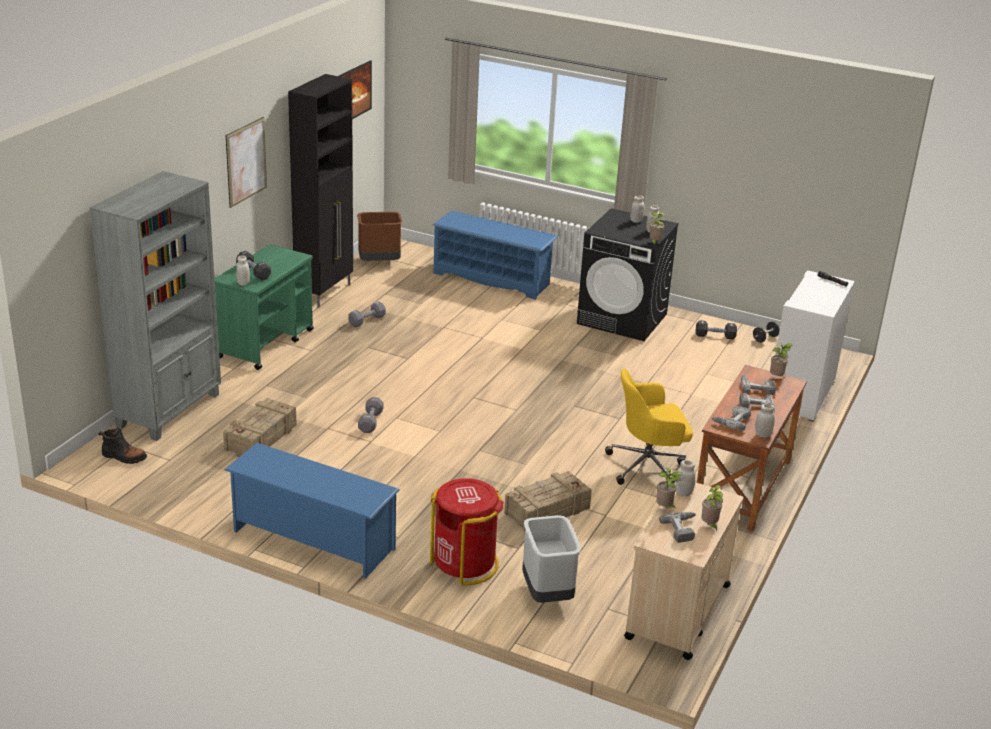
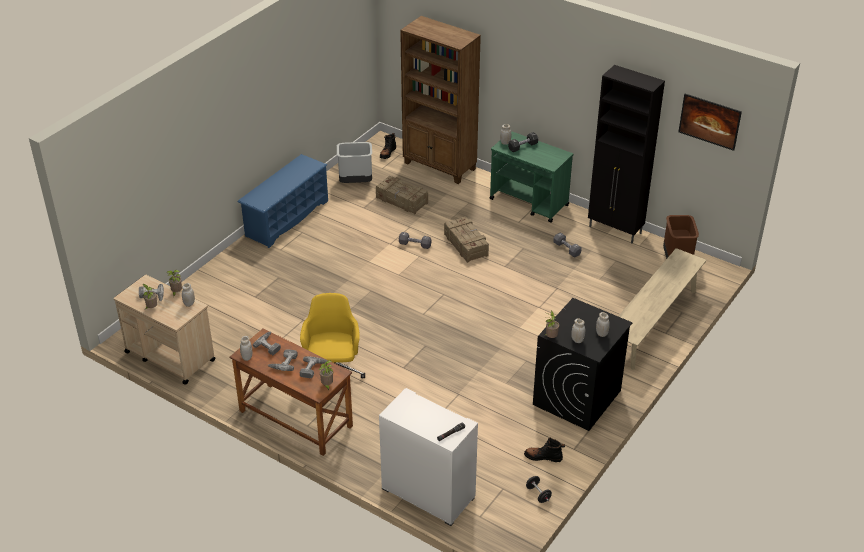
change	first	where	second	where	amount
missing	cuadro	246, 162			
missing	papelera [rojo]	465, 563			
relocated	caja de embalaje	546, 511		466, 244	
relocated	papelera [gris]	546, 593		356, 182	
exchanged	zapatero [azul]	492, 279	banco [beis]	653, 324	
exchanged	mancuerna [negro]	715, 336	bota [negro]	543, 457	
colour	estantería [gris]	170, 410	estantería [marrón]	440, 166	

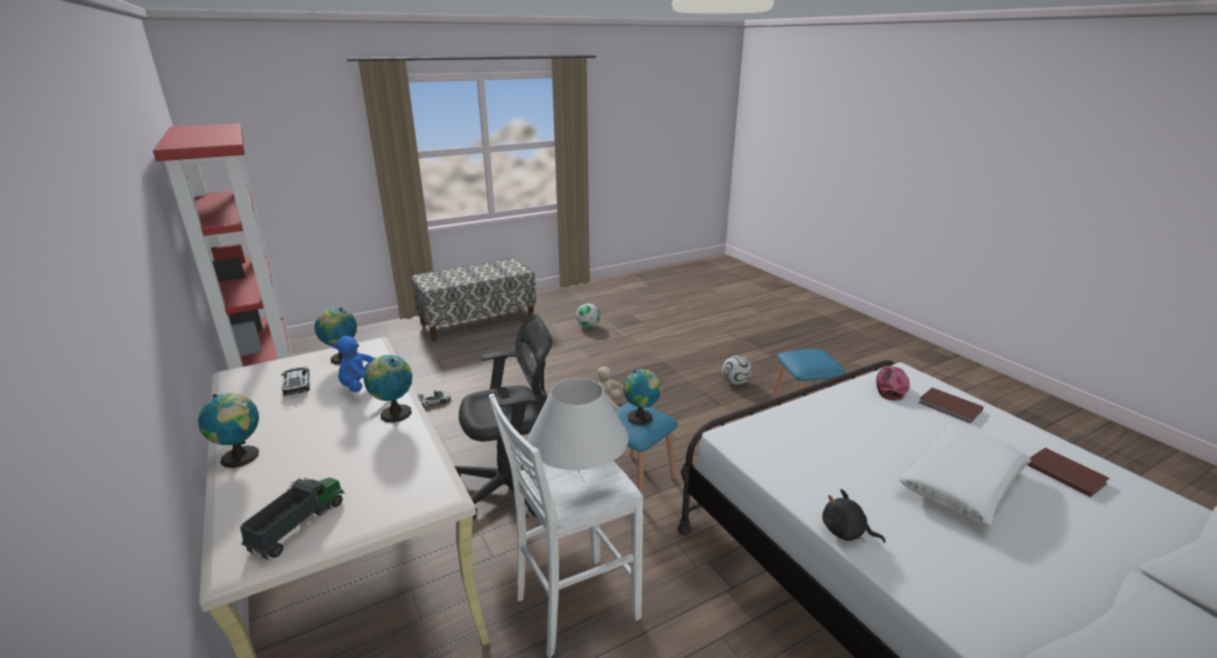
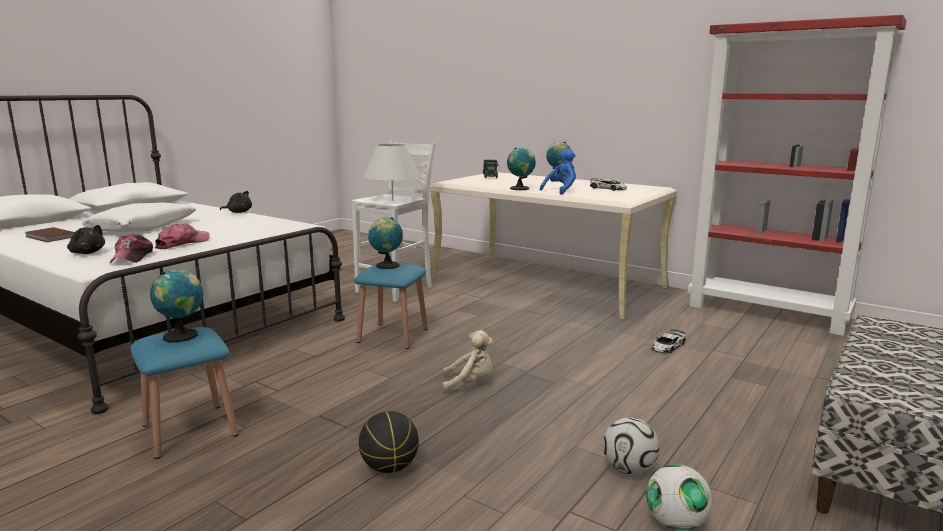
change	first	where	second	where	amount
missing	silla de oficina [negro]	511, 486			
appeared			gorra	182, 243	
appeared			balón de baloncesto	389, 467	
relocated	globo terráqueo	342, 358		183, 335	
relocated	balón de fútbol	735, 382		628, 469	
exchanged	libro [marrón]	950, 407	peluche [negro]	87, 253	

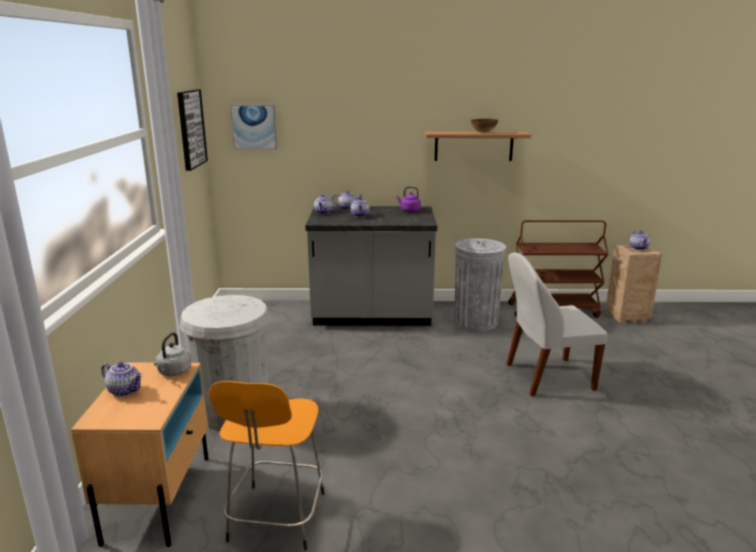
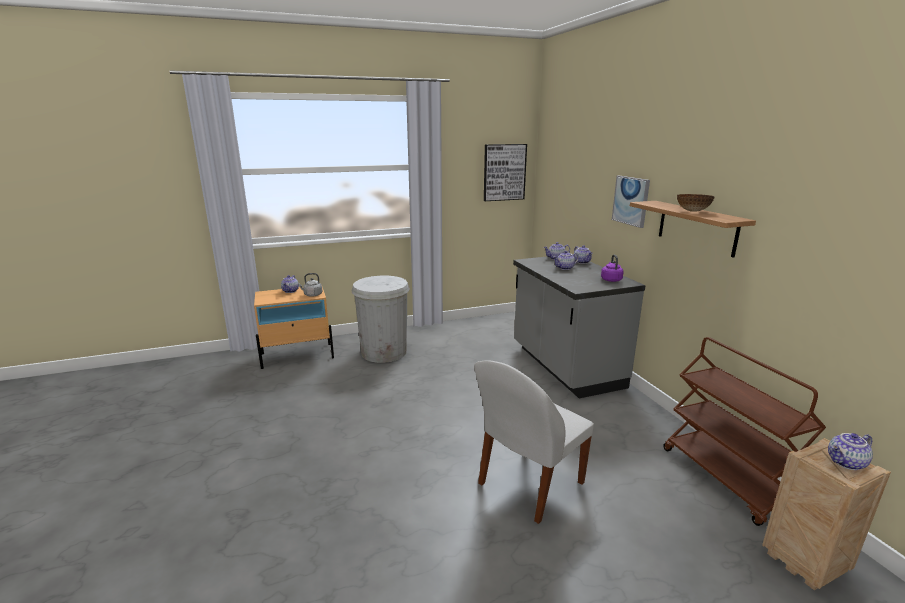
change	first	where	second	where	amount
missing	taburete [naranja]	276, 519			
missing	papelera [gris]	475, 322			
relocated	cuadro	254, 127		631, 201	
spun	silla [blanco]	546, 377		528, 485	105 degrees counterclockwise

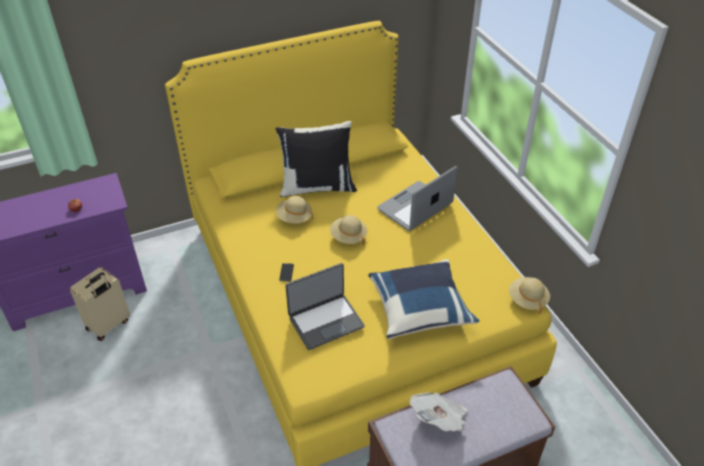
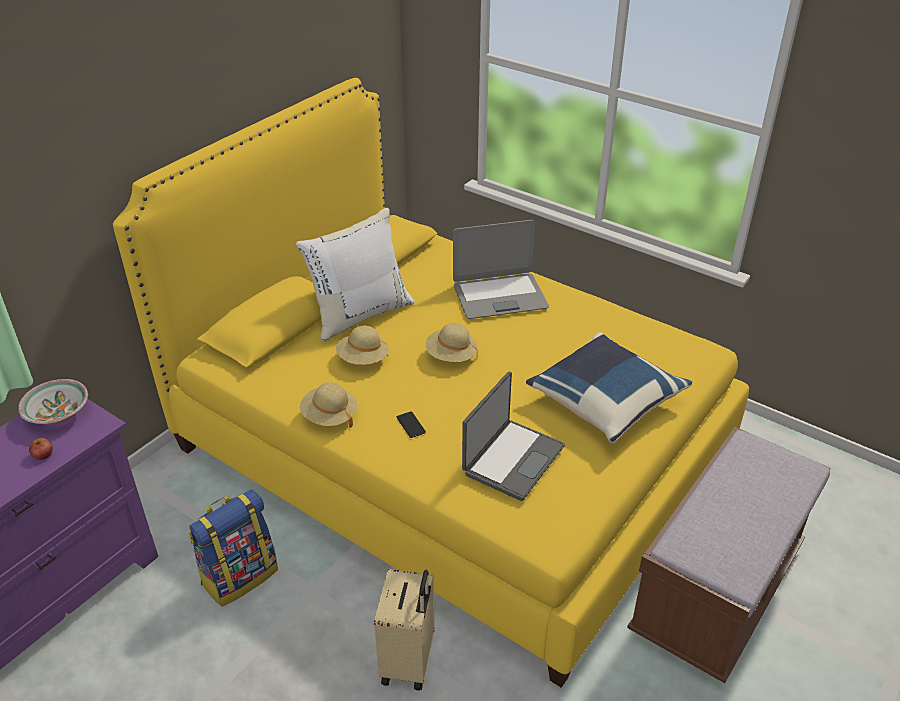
change	first	where	second	where	amount
missing	periódico	439, 419			
appeared			cuenco	58, 413	
appeared			mochila	240, 576	
relocated	maleta [beis]	109, 325		409, 661	
relocated	sombrero [beis]	527, 300		329, 416	
colour	cojín [negro]	317, 186	cojín [blanco]	360, 314	
spun	portátil	415, 207		499, 296	120 degrees counterclockwise

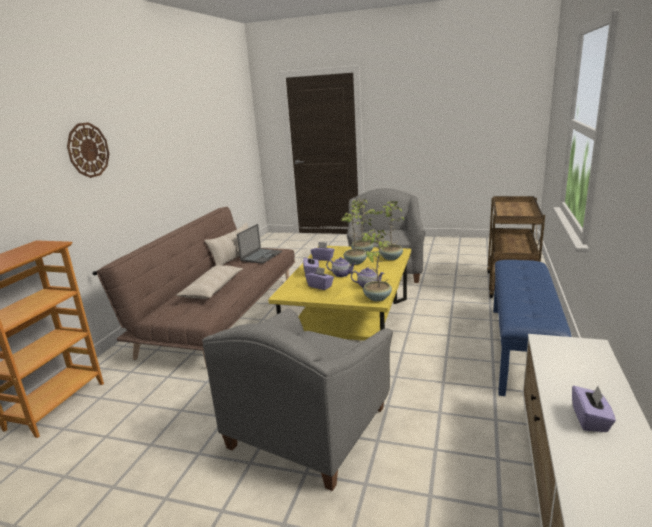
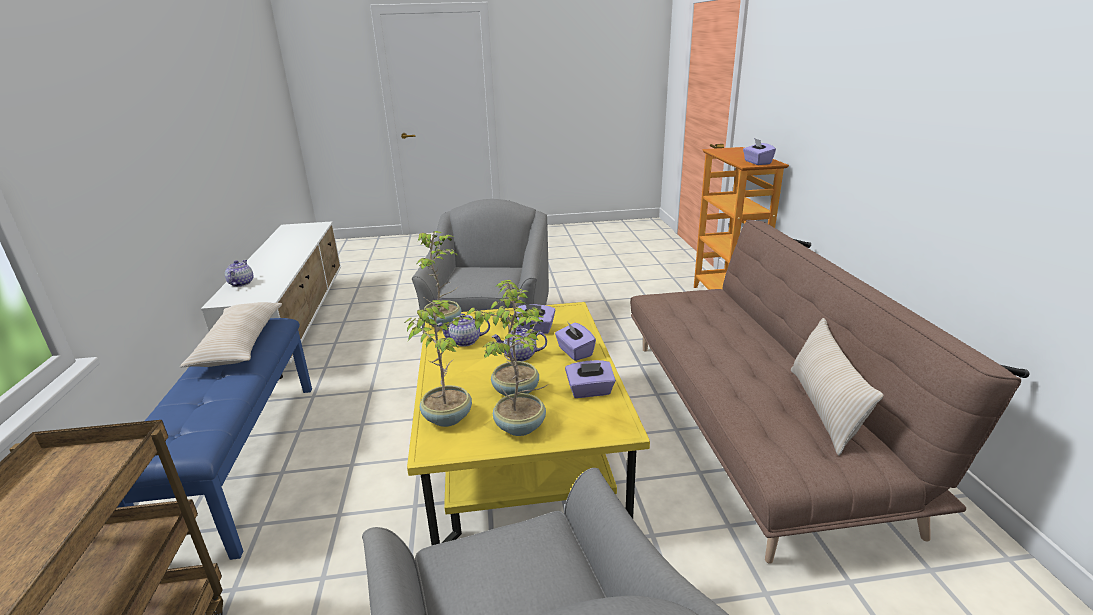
change	first	where	second	where	amount
missing	reloj de pared	88, 150			
missing	portátil	261, 256			
appeared			tetera	241, 283	
relocated	cojín [beis]	212, 289		240, 345	
relocated	caja de pañuelos [morado]	590, 420		757, 162	

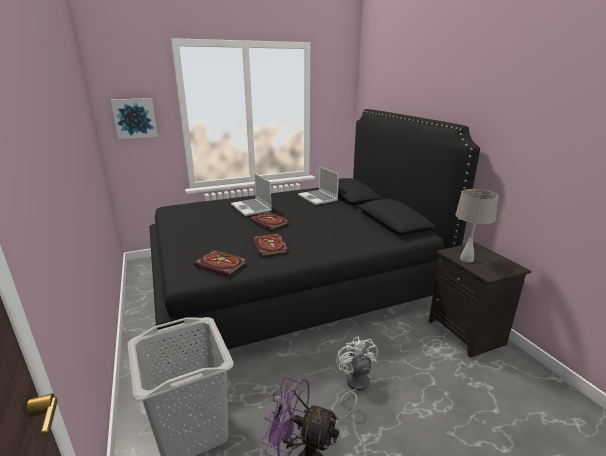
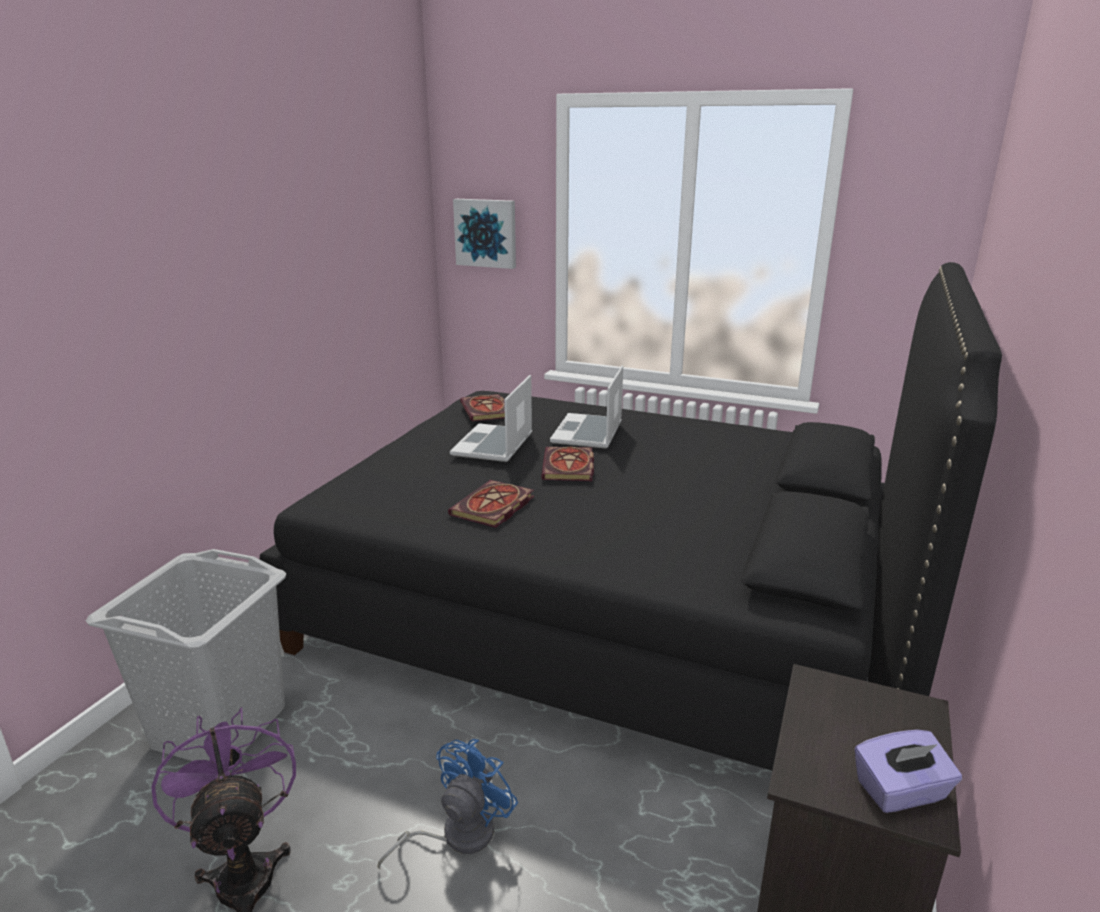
change	first	where	second	where	amount
missing	lámpara de mesa [beis]	467, 259			
appeared			caja de pañuelos [morado]	901, 792	
relocated	libro	222, 264		487, 411	
relocated	portátil	318, 198		493, 445	
colour	ventilador [blanco]	354, 386	ventilador [azul]	457, 835	

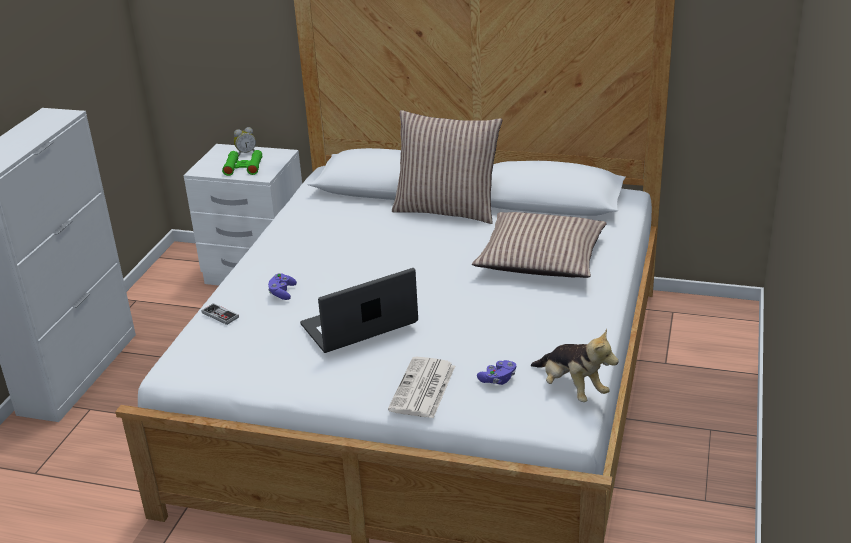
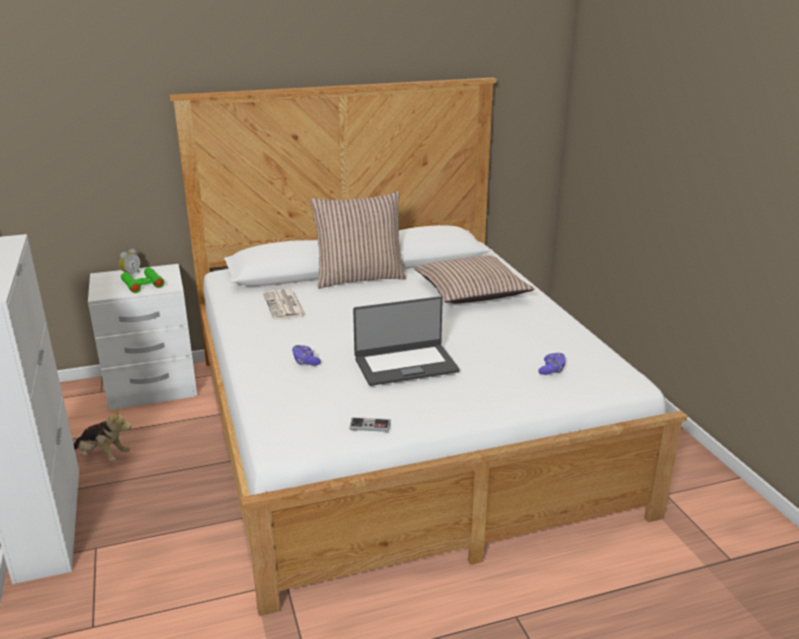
change	first	where	second	where	amount
relocated	mando de consola	220, 315		370, 426	
relocated	periódico	423, 389		285, 305	
relocated	peluche	571, 389		102, 456	
spun	portátil	360, 325		405, 364	135 degrees counterclockwise

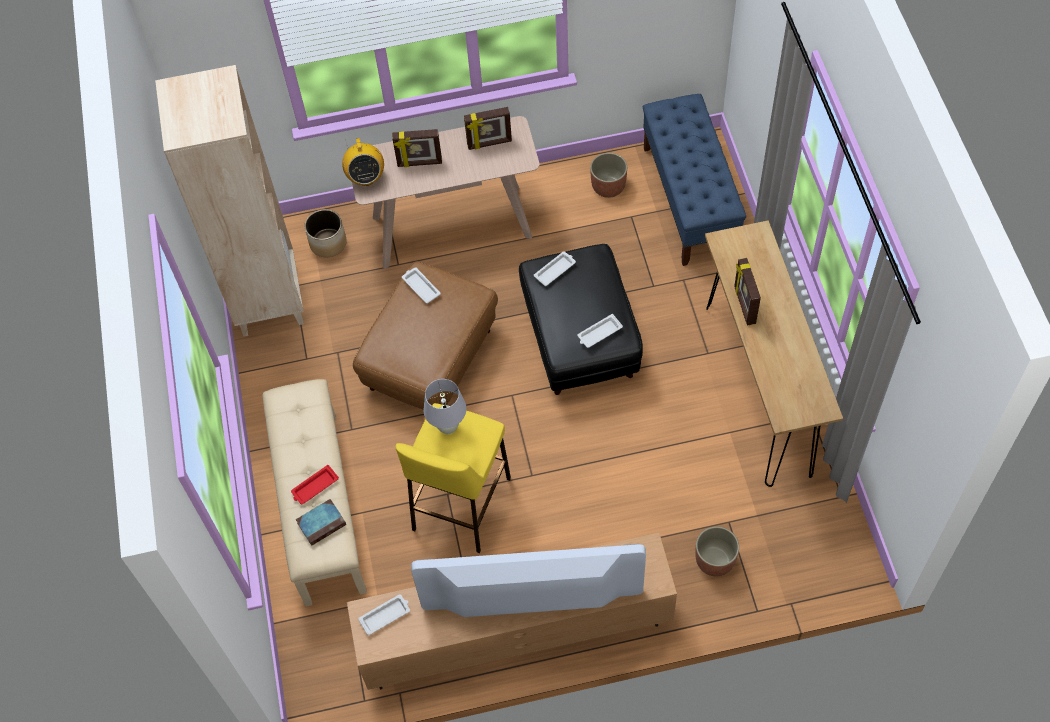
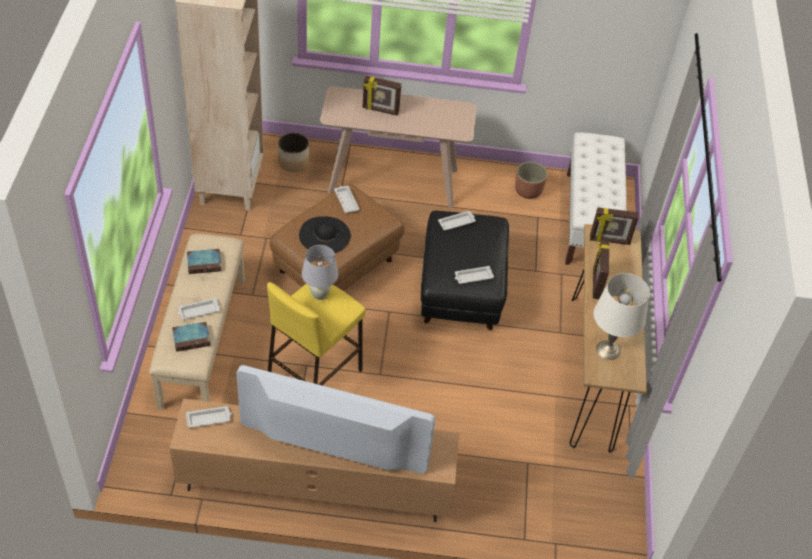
change	first	where	second	where	amount
missing	radio	366, 177			
missing	maceta	715, 560			
appeared			libro	205, 263	
appeared			sombrero [negro]	324, 235	
appeared			lámpara de mesa [blanco]	607, 350	
relocated	portarretratos	489, 143		609, 241	
colour	bandeja [rojo]	314, 487	bandeja [blanco]	198, 311	
colour	banco [azul]	689, 200	banco [blanco]	589, 220	

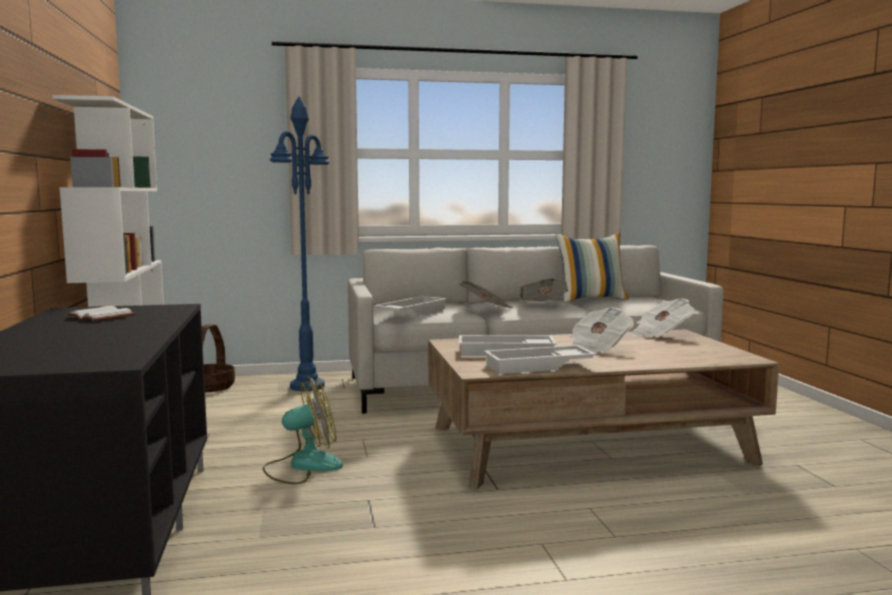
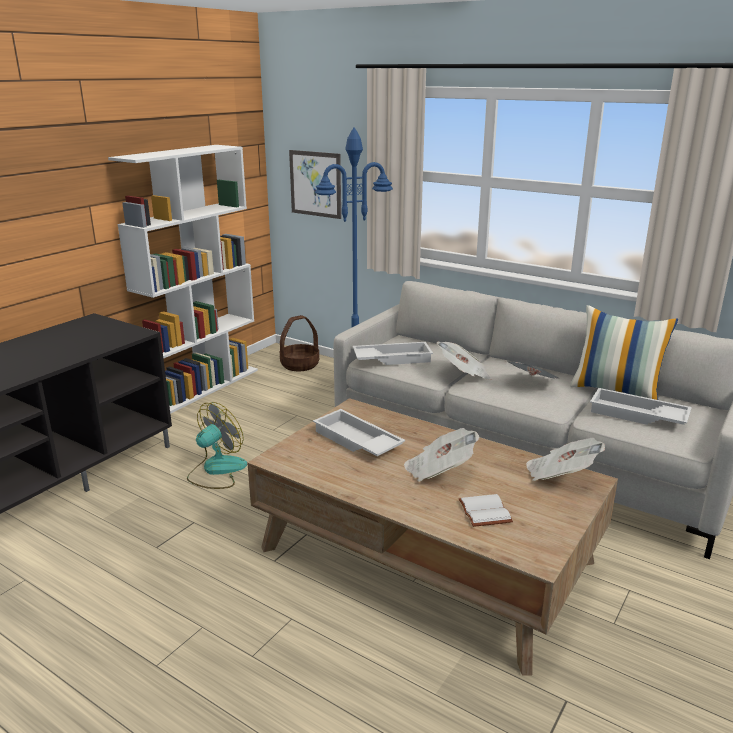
change	first	where	second	where	amount
appeared			cuadro	315, 184	
relocated	libro [blanco]	99, 317		483, 511	
relocated	bandeja [blanco]	538, 366		637, 415	
spun	ventilador	303, 466		216, 470	75 degrees counterclockwise

